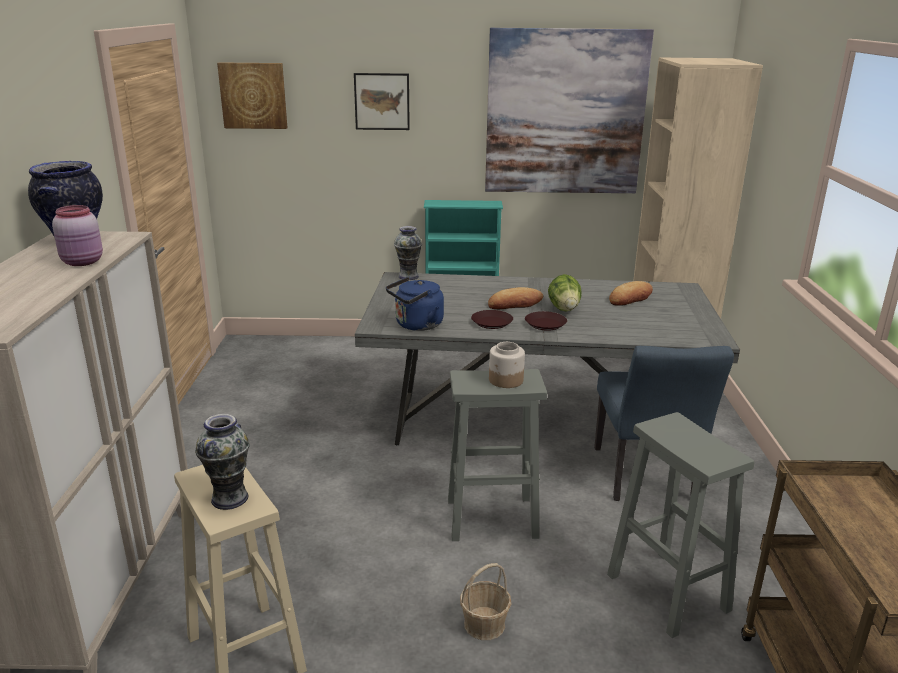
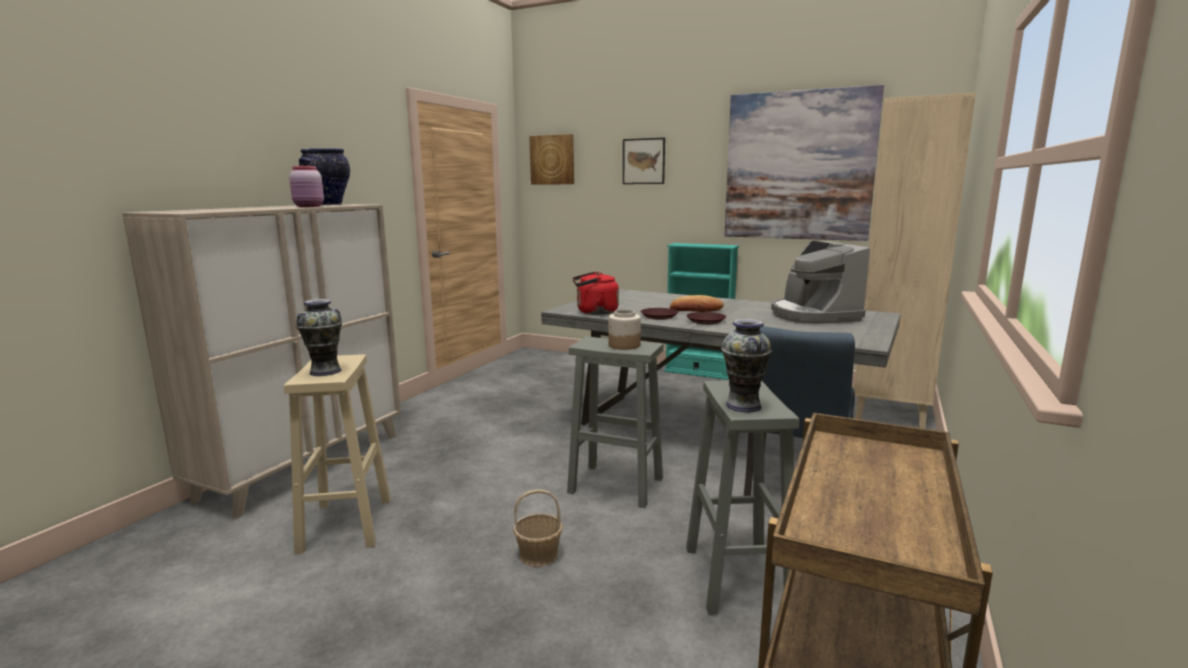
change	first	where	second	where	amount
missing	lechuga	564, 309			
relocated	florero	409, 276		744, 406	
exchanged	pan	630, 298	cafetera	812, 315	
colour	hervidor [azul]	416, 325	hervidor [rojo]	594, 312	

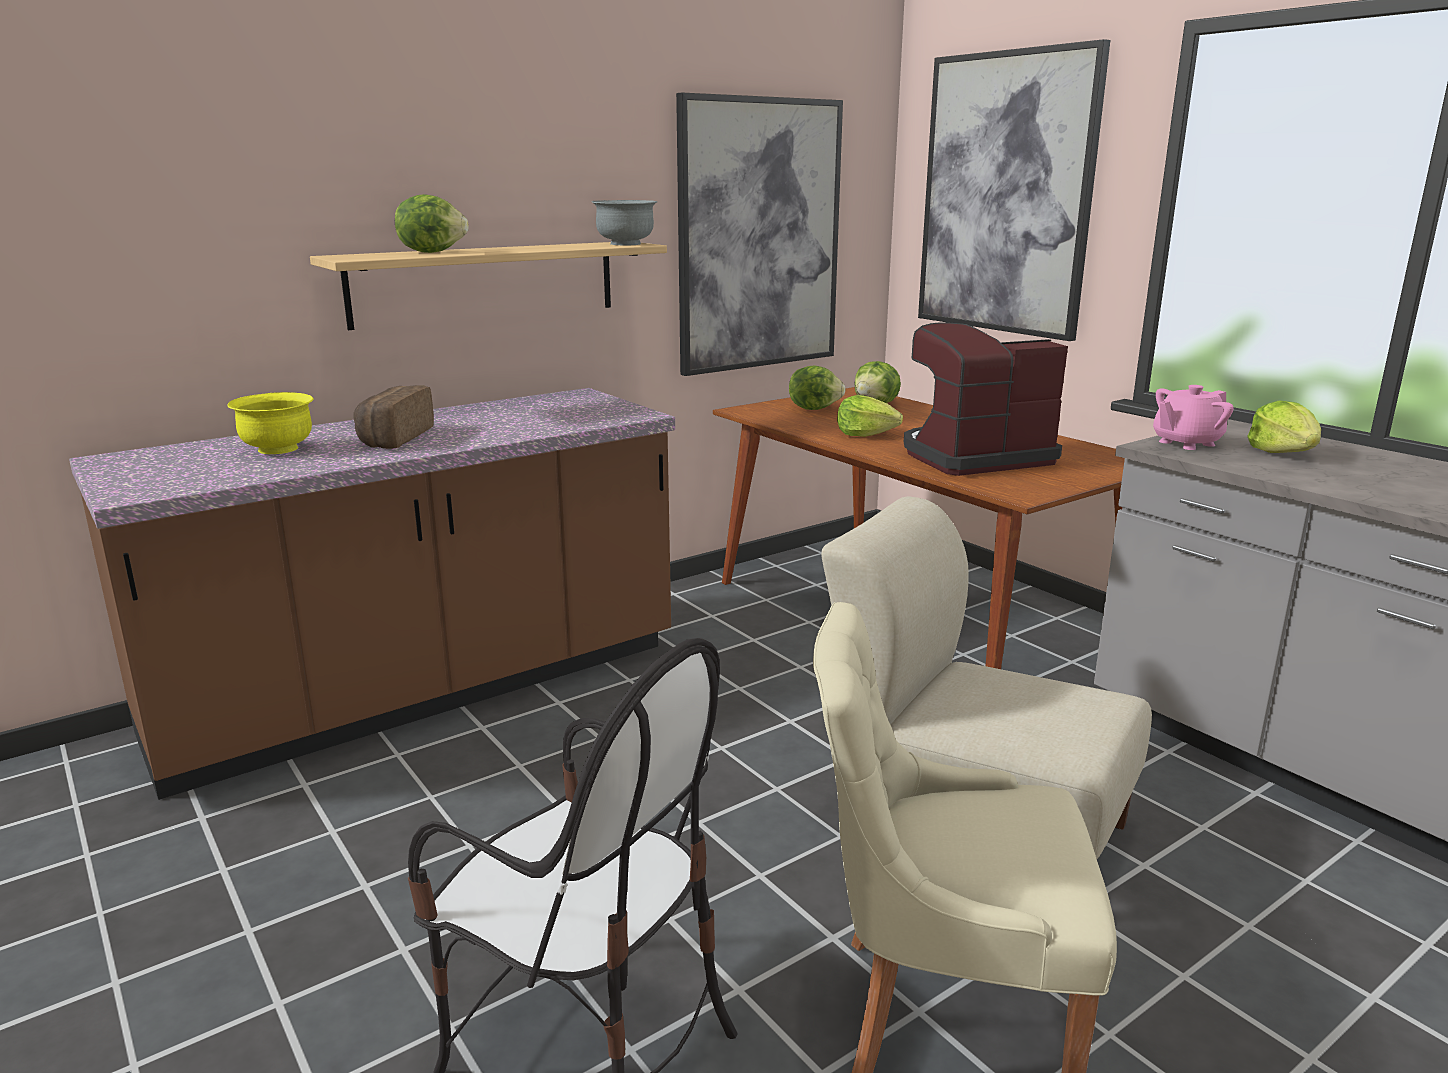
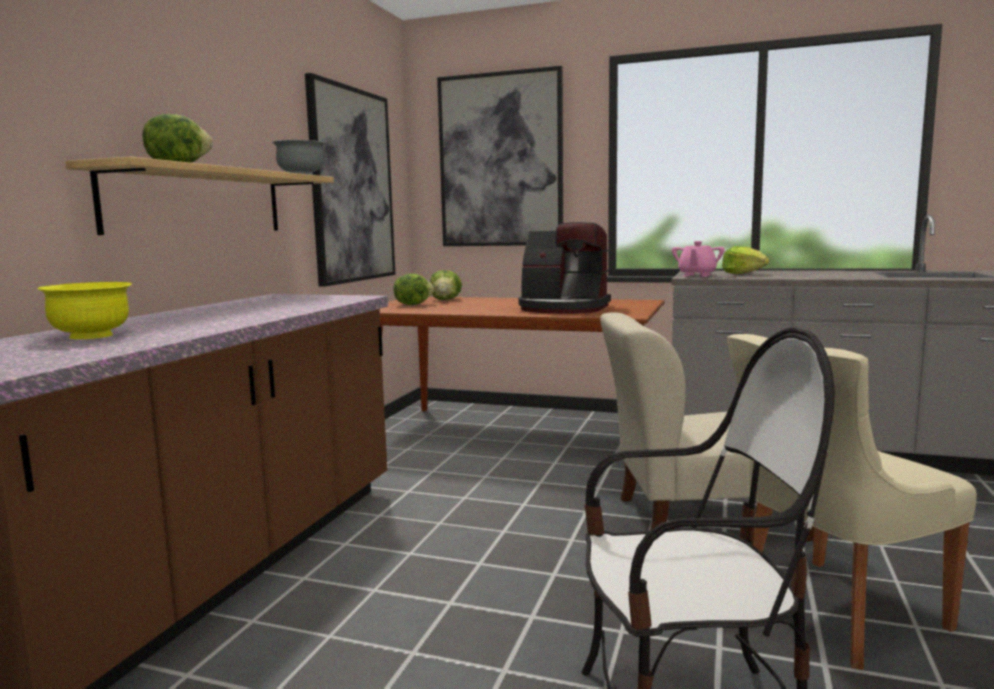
change	first	where	second	where	amount
missing	pan	393, 438			
missing	lechuga	865, 434			
spun	cafetera	974, 457		563, 308	105 degrees counterclockwise

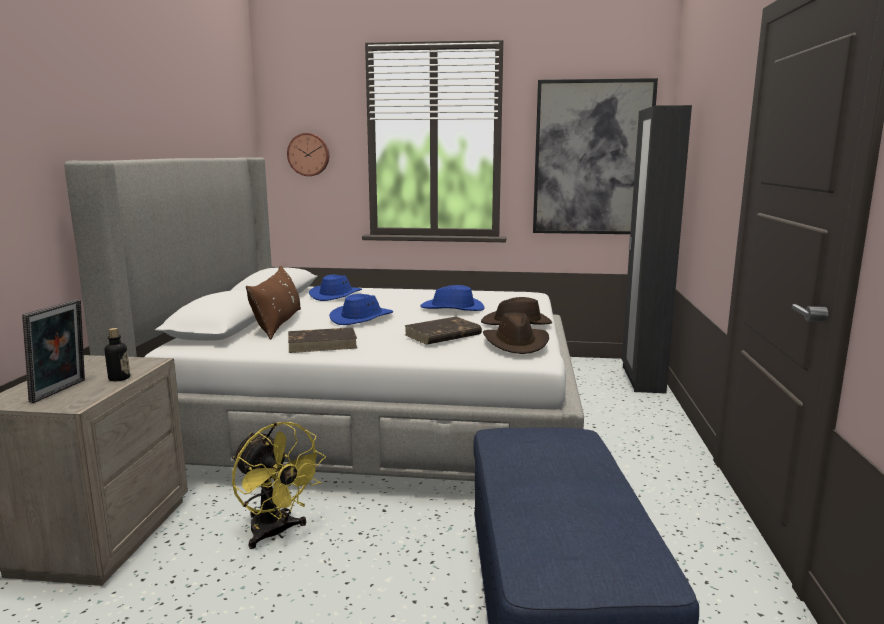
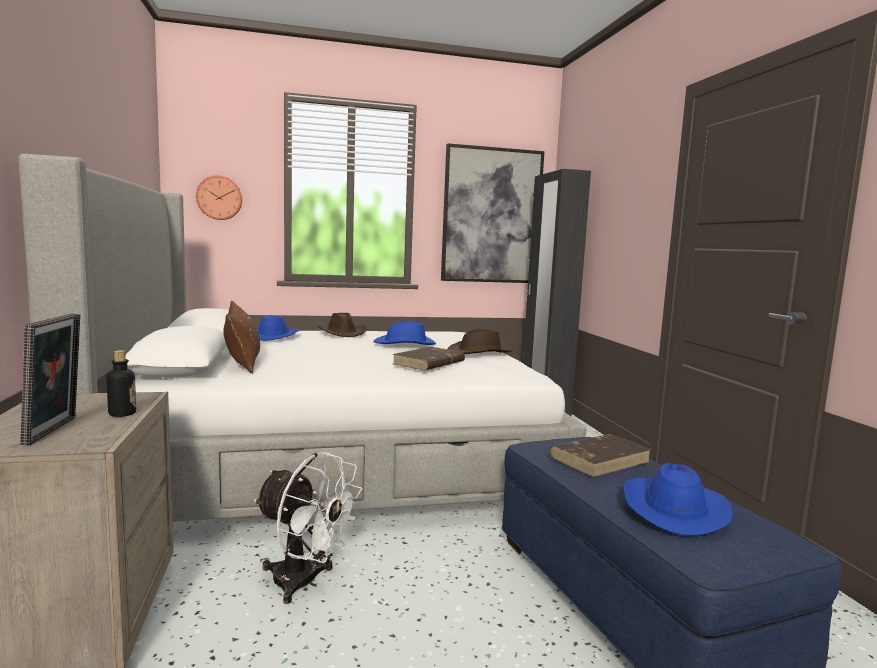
change	first	where	second	where	amount
relocated	libro [marrón]	323, 344		600, 459	
relocated	sombrero [azul]	362, 318		673, 508	
relocated	sombrero [marrón]	516, 343		342, 333	
colour	ventilador [amarillo]	276, 533	ventilador [blanco]	305, 583	

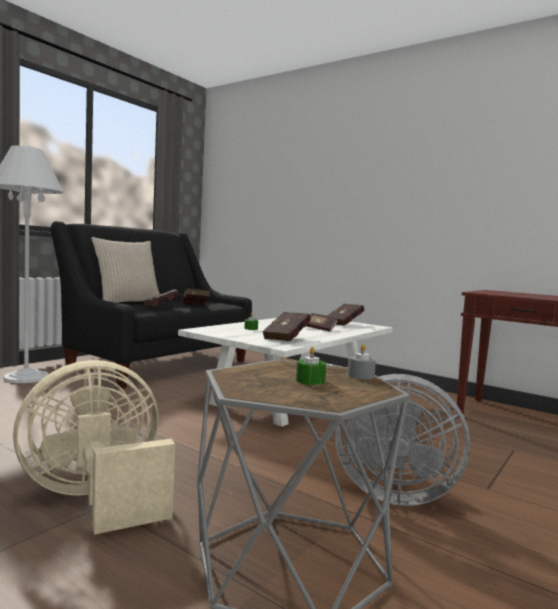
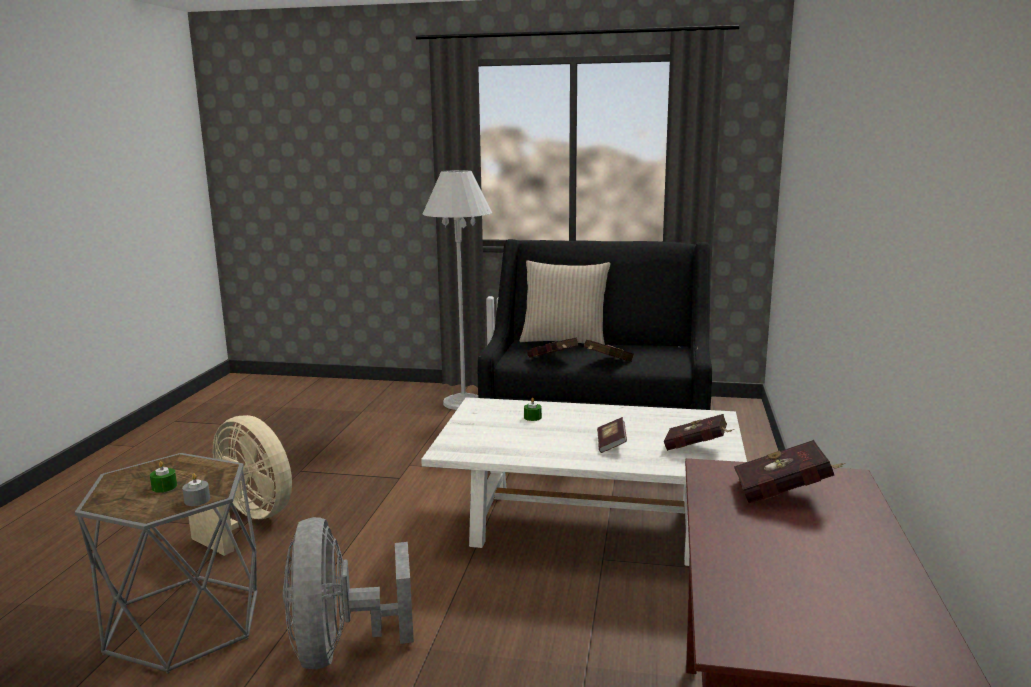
change	first	where	second	where	amount
relocated	libro [rojo]	288, 338		785, 495	

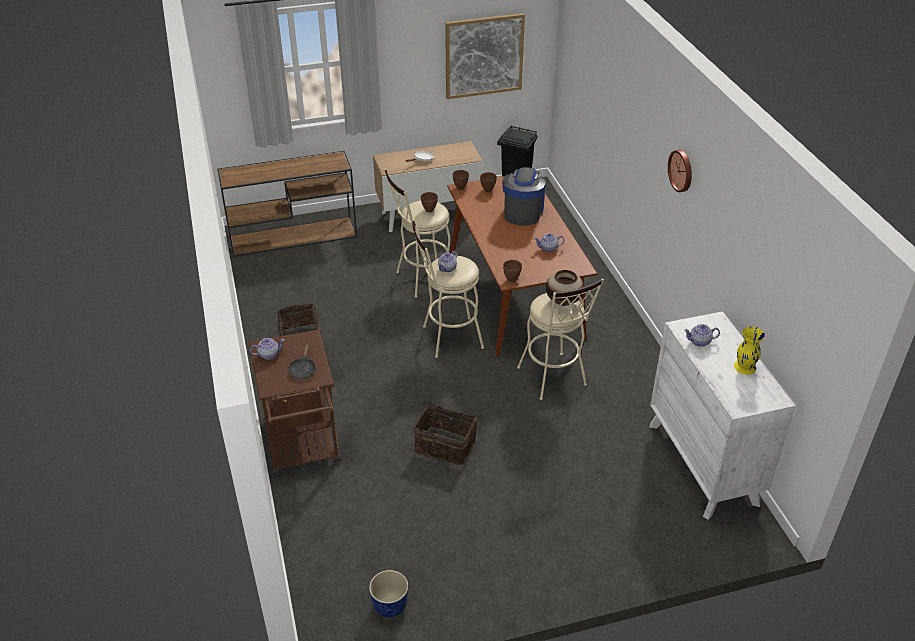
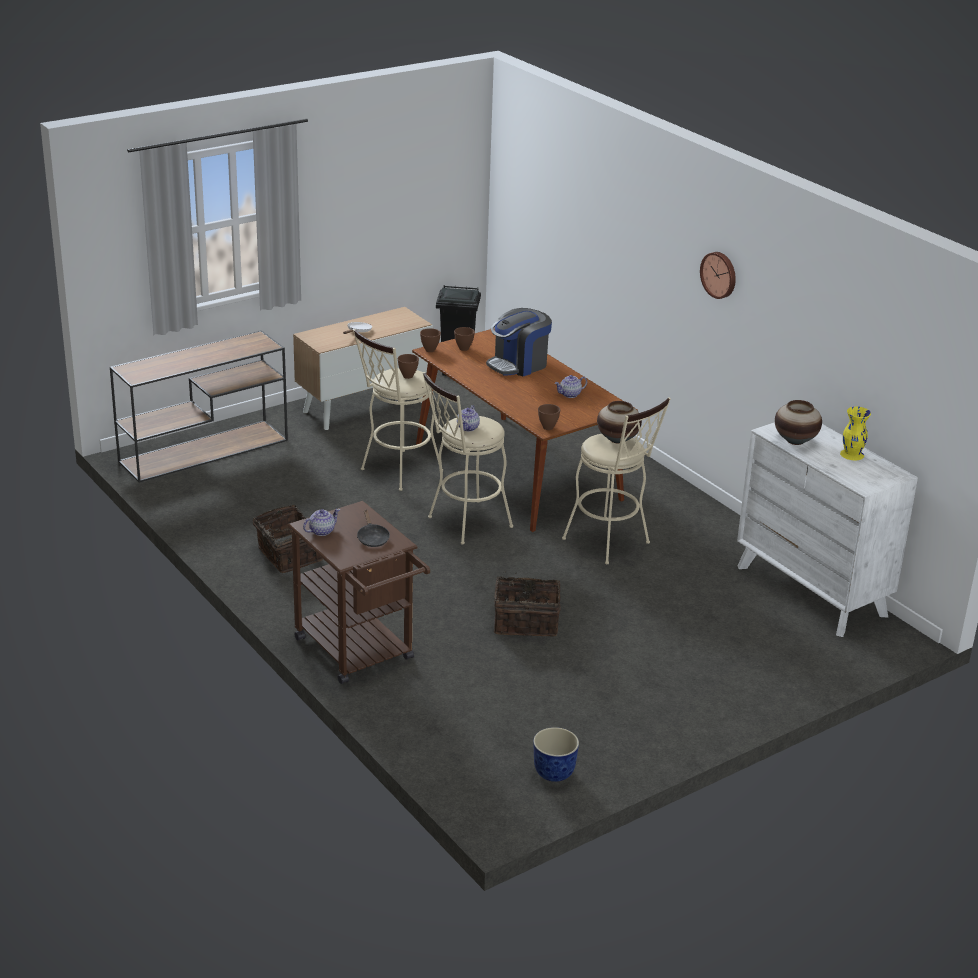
change	first	where	second	where	amount
missing	cuadro	484, 56			
exchanged	tetera	699, 342	florero	795, 441	
spun	cafetera	523, 212		518, 364	120 degrees counterclockwise

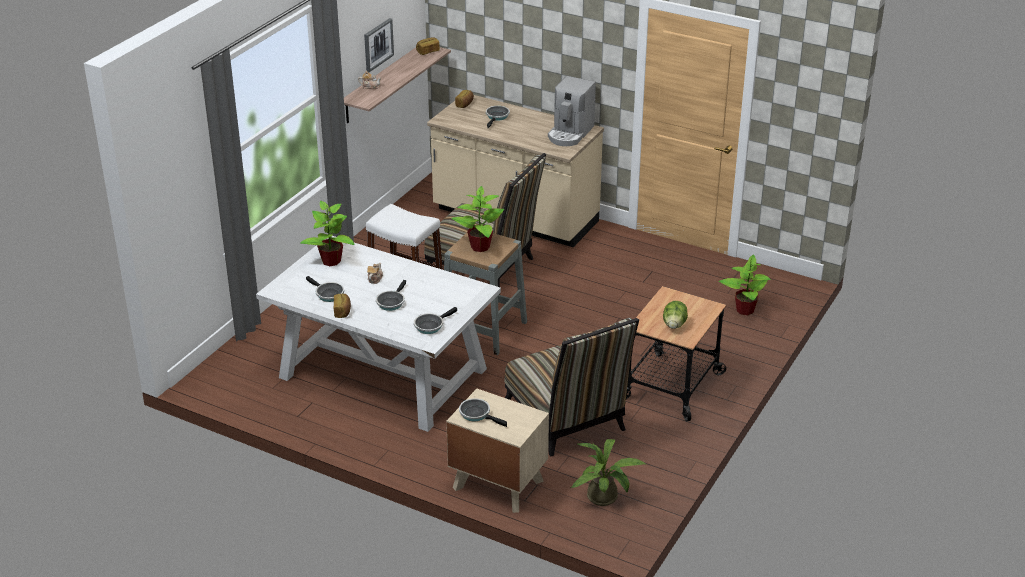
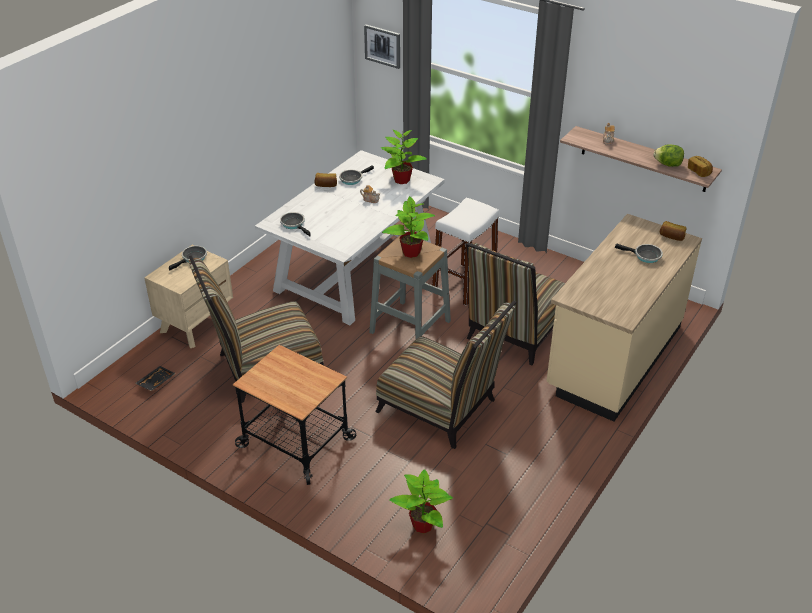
change	first	where	second	where	amount
missing	sartén	391, 302			
missing	cafetera	570, 133			
appeared			silla	442, 409	
relocated	cuadro	378, 44		383, 46	
relocated	lechuga	674, 325		668, 164	
exchanged	planta en maceta	606, 498	bandeja [negro]	155, 382	

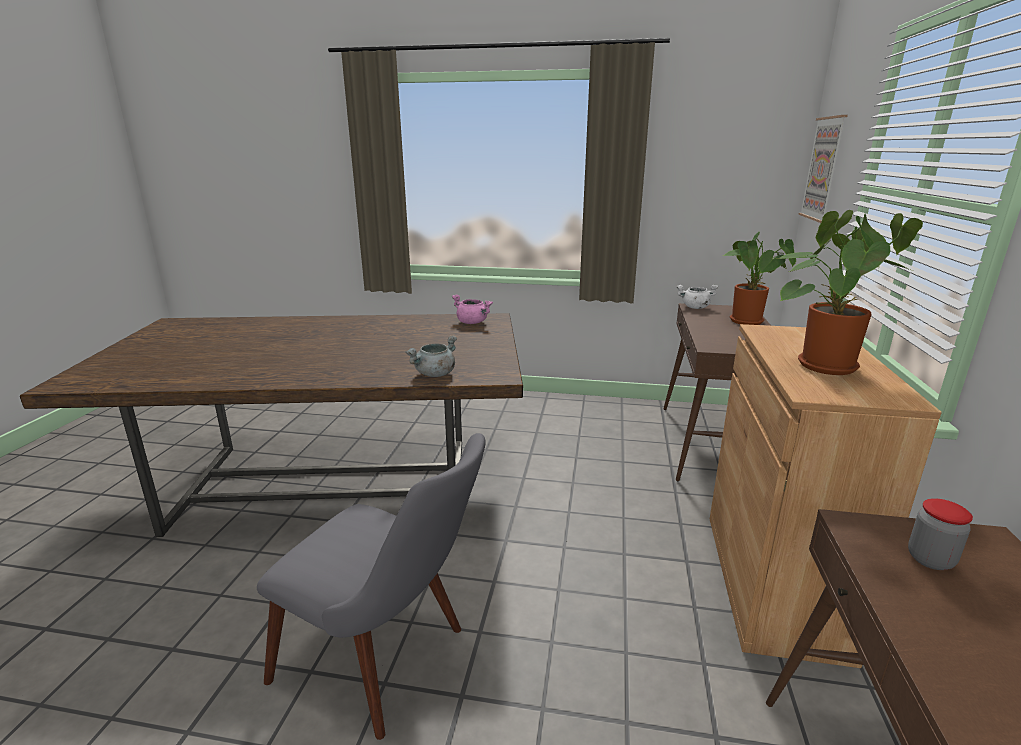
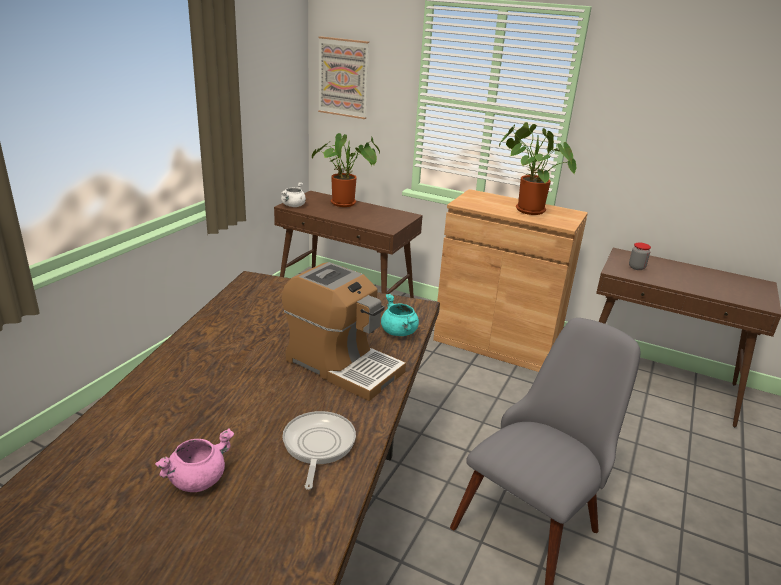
change	first	where	second	where	amount
appeared			cafetera	342, 365	
appeared			sartén	318, 445	
relocated	olla [rosa]	473, 322		198, 479	
colour	olla [gris]	435, 374	olla [turquesa]	400, 332	

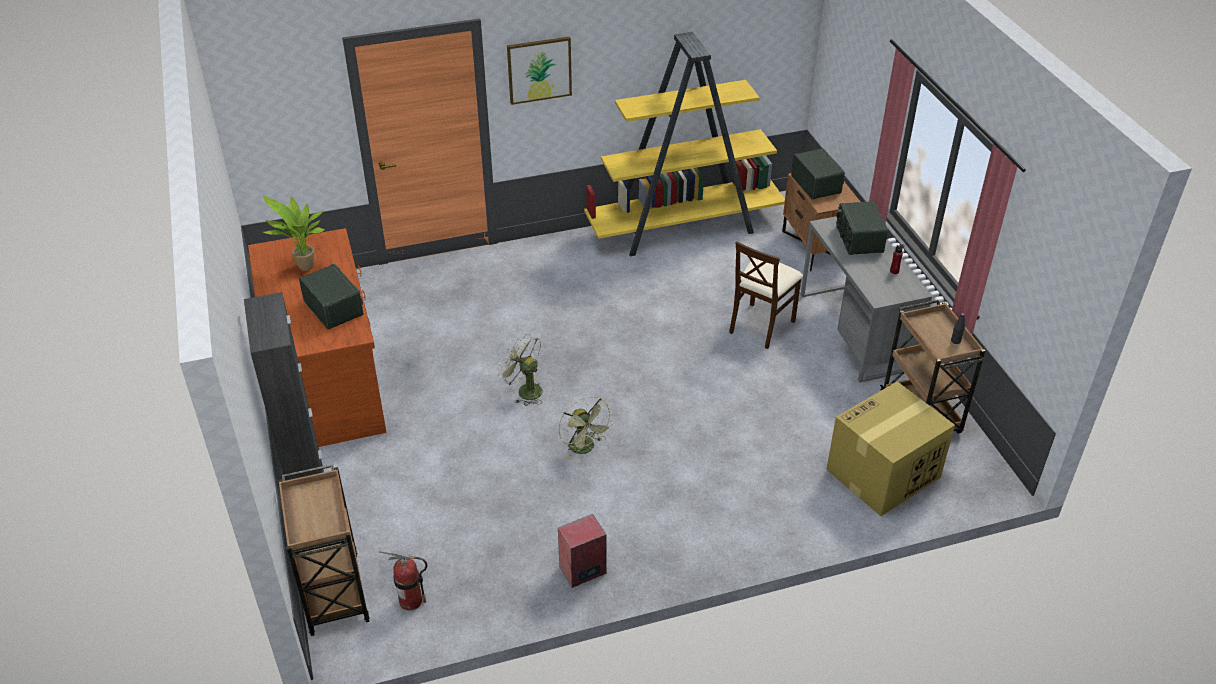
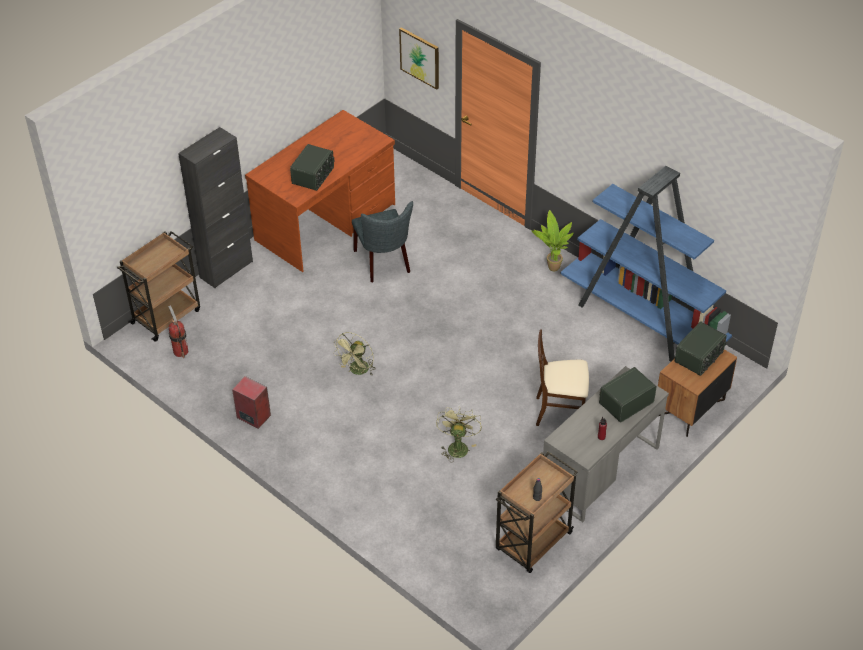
change	first	where	second	where	amount
missing	caja de cartón	882, 474			
appeared			silla [gris]	384, 263	
relocated	planta en maceta	304, 268		551, 268	
relocated	ventilador [verde]	525, 390		457, 446	
relocated	cuadro	539, 70		420, 57	
colour	estantería [amarillo]	685, 228	estantería [azul]	642, 320	

